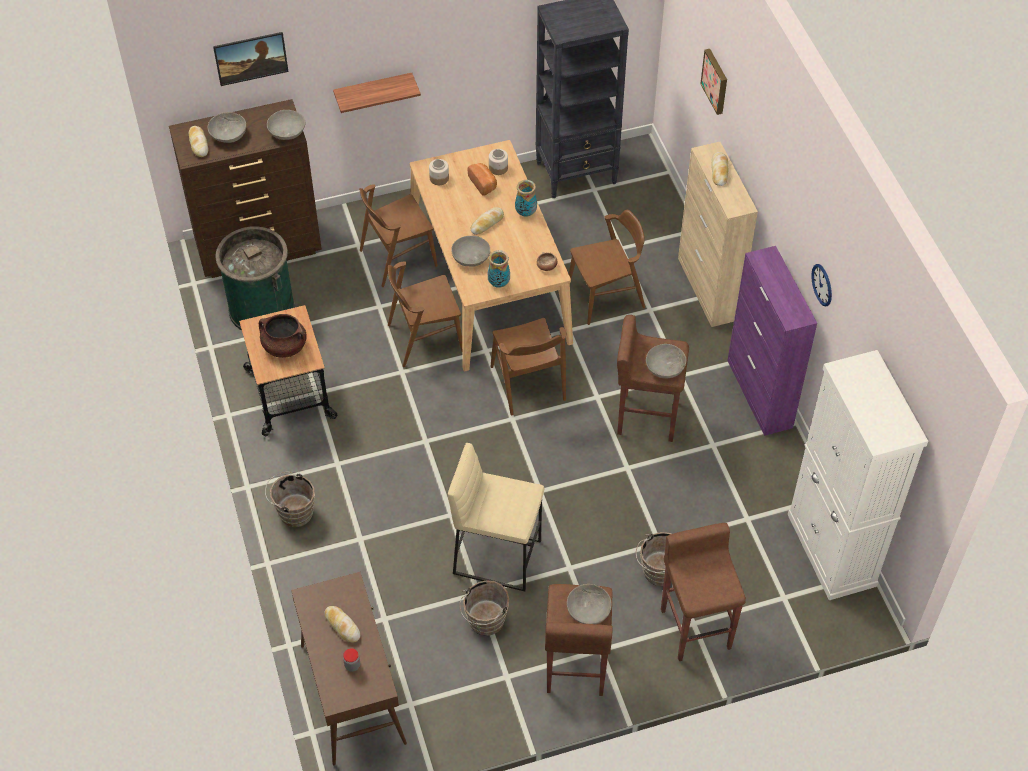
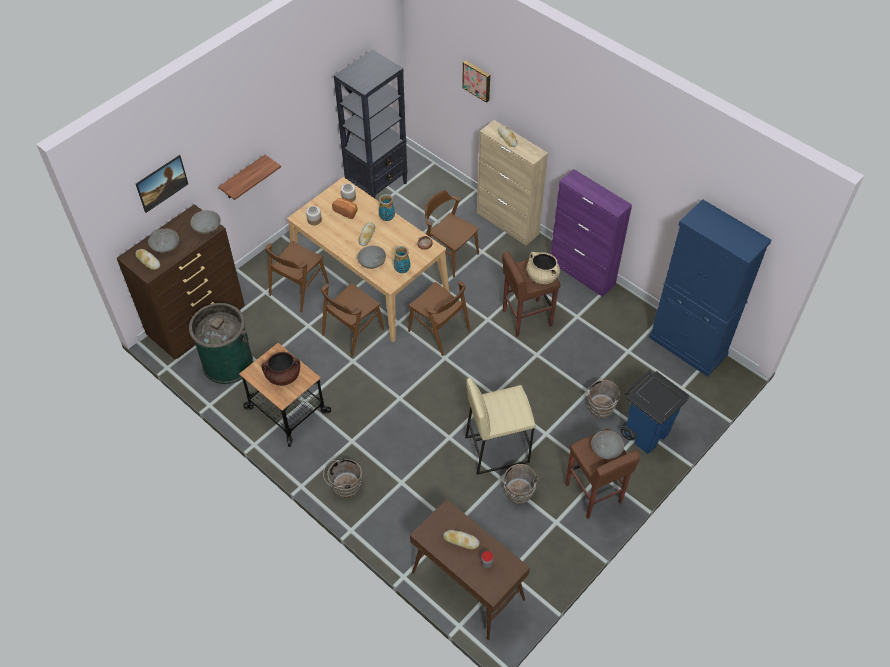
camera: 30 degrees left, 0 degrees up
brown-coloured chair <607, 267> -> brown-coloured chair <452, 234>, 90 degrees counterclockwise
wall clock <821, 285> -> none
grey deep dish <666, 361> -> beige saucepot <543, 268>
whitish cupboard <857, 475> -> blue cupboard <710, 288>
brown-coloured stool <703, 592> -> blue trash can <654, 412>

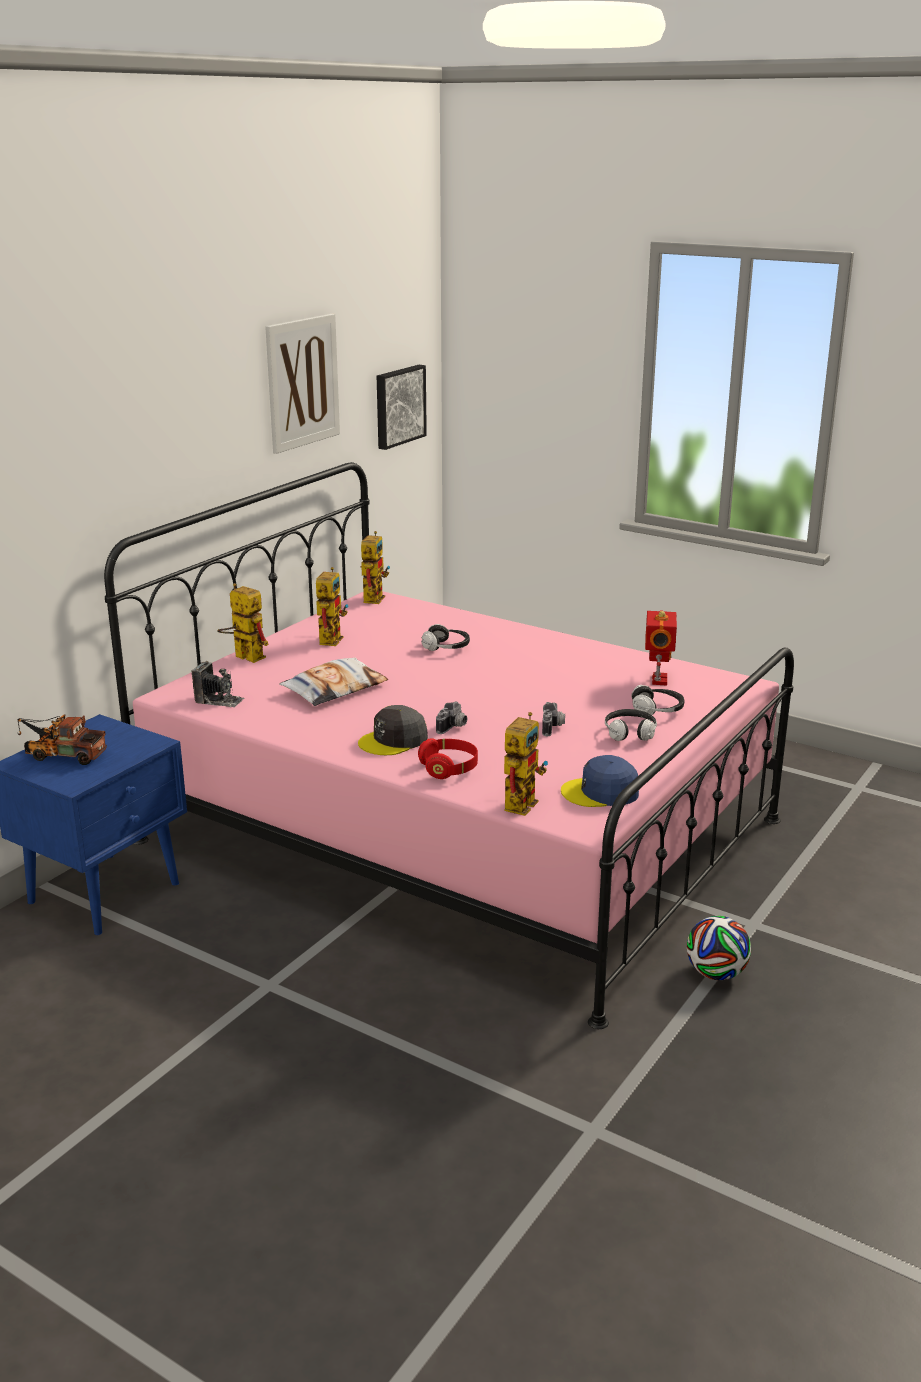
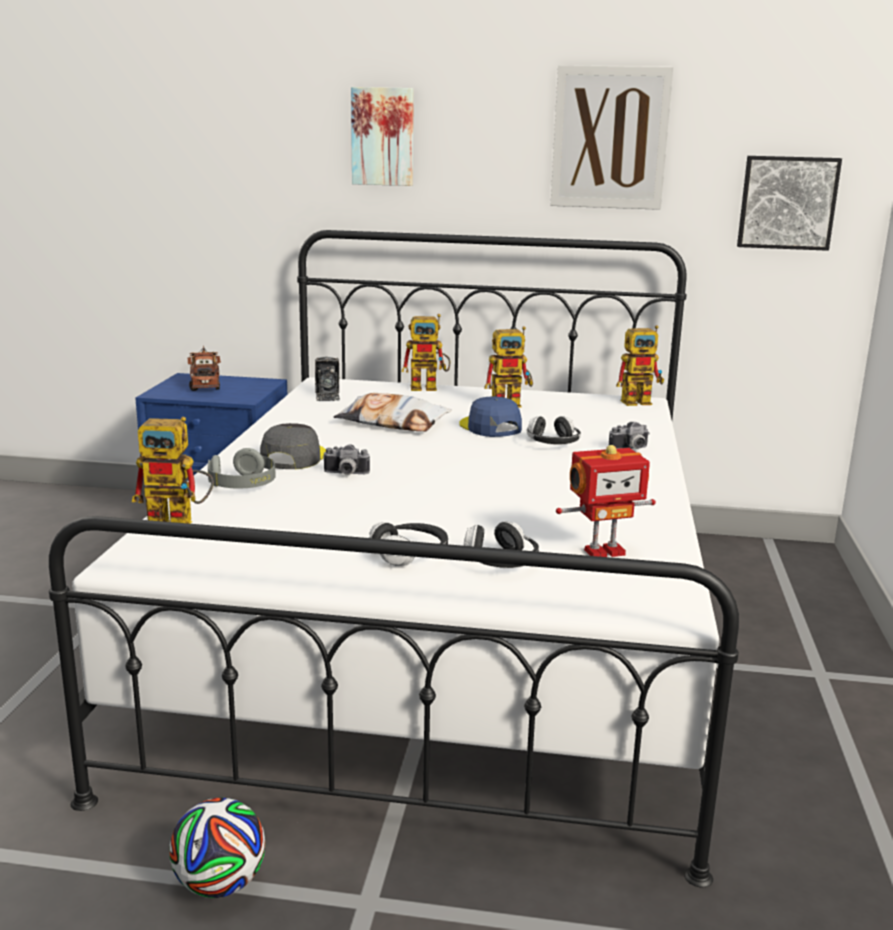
camera: 65 degrees right, 5 degrees down
pinkish bedroom bed <449, 745> -> whitish bedroom bed <394, 558>
toy robot <242, 623> -> toy robot <426, 352>, 75 degrees clockwise
photo camera <553, 719> -> photo camera <629, 435>, shifted
grey baseball cap <393, 730> -> grey baseball cap <293, 446>, 75 degrees clockwise
red pair of headphones <448, 758> -> grey pair of headphones <242, 468>
blue baseball cap <600, 781> -> blue baseball cap <490, 416>, shifted
none -> wall picture <382, 136>

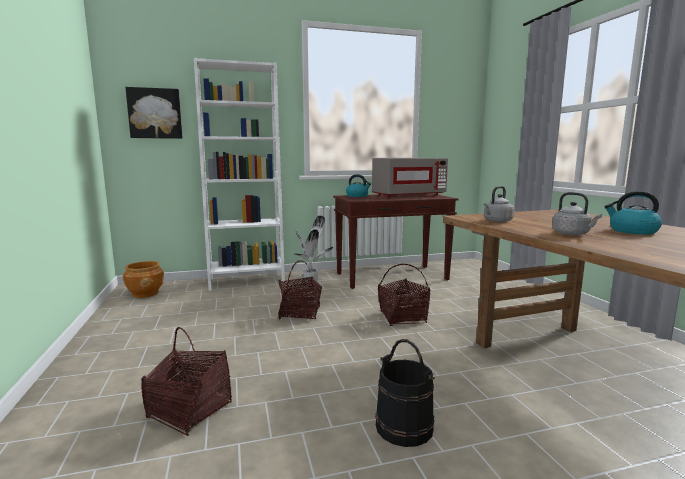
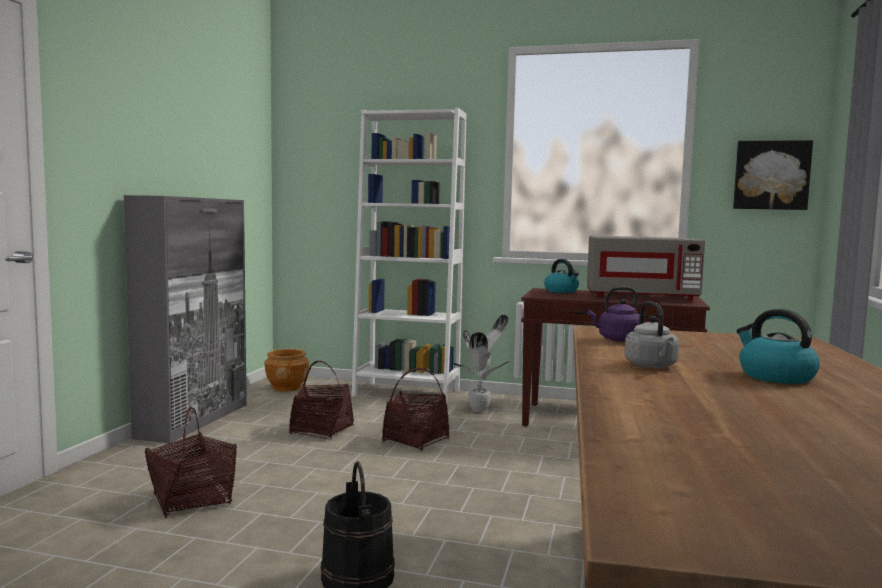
camera: 30 degrees right, 5 degrees down
wall picture <154, 113> -> wall picture <773, 175>, shifted
grey tea kettle <499, 204> -> purple tea kettle <613, 314>
household basket <404, 295> -> household basket <321, 400>, shifted
none -> grey cupboard <185, 319>

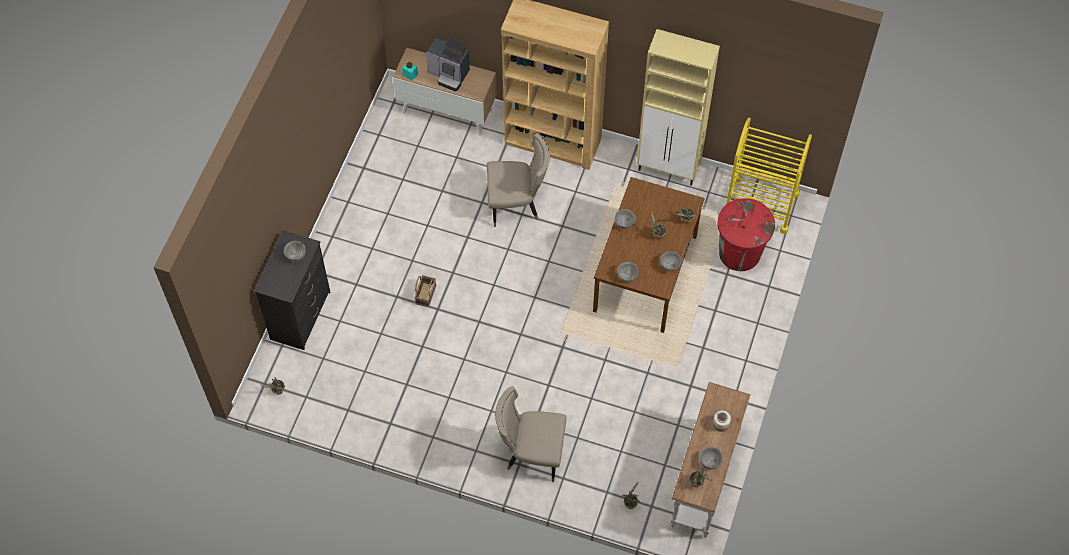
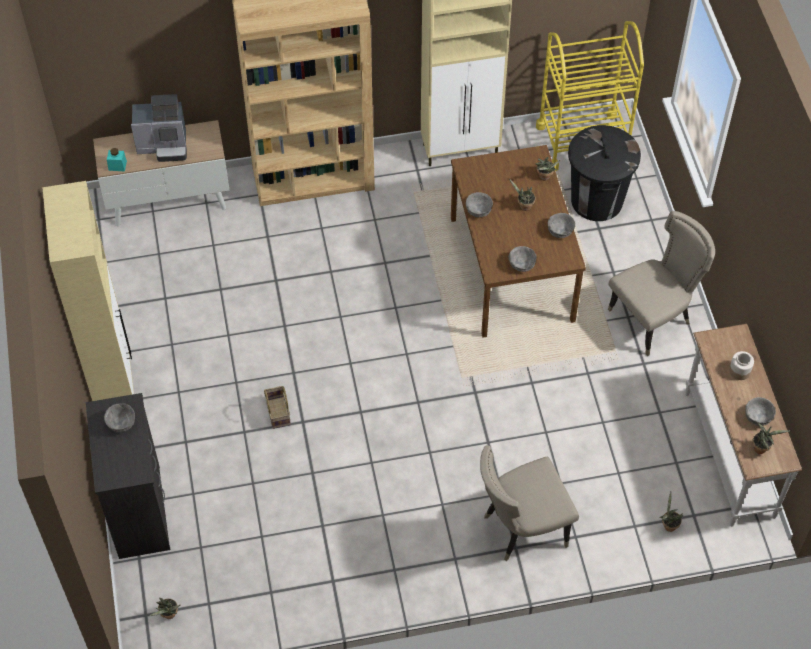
camera: 30 degrees left, 5 degrees down
beige chair <518, 180> -> beige chair <661, 283>, shifted
red trash can <746, 234> -> black trash can <604, 173>
none -> beige cupboard <88, 291>

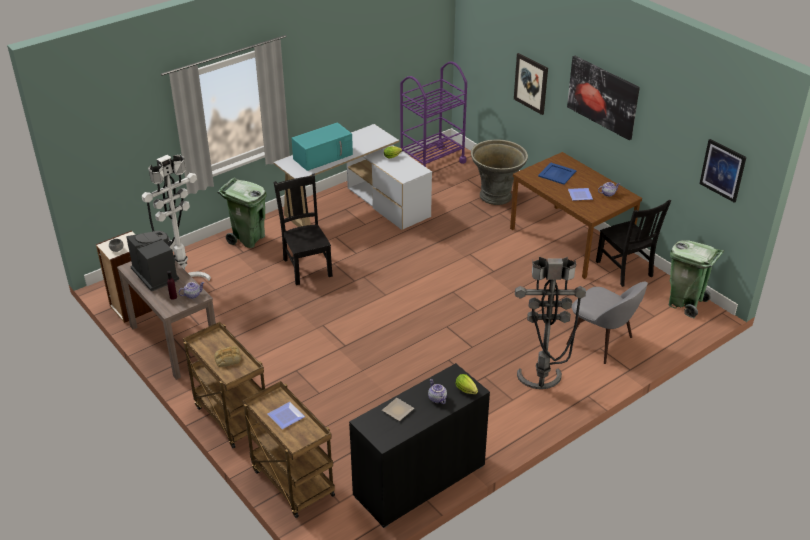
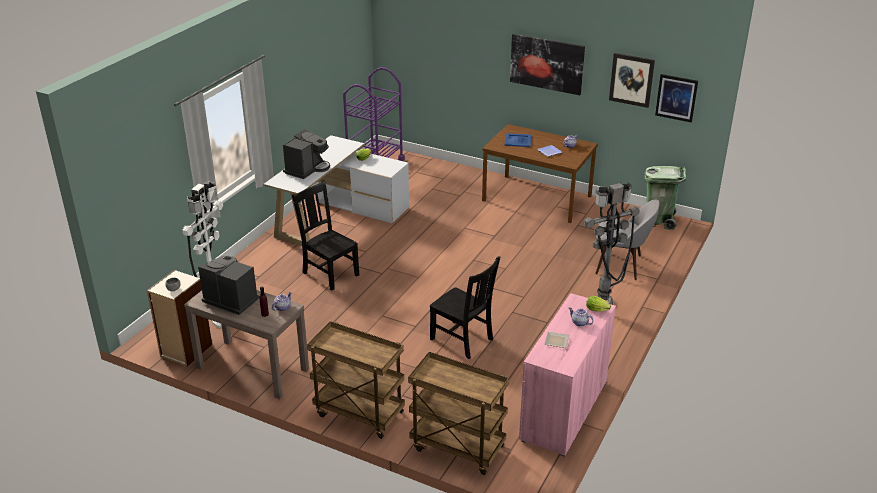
camera: 25 degrees left, 5 degrees down
wall picture <531, 84> -> wall picture <632, 80>, shifted
blue-green microwave oven <322, 146> -> coffee brewer <306, 154>
grey planter <499, 172> -> none
green trash can <242, 213> -> none
black chair <633, 243> -> black chair <465, 307>, shifted
baked bread <228, 356> -> none
black cupboard <419, 445> -> pinkish cupboard <567, 375>
flat dish <286, 415> -> none

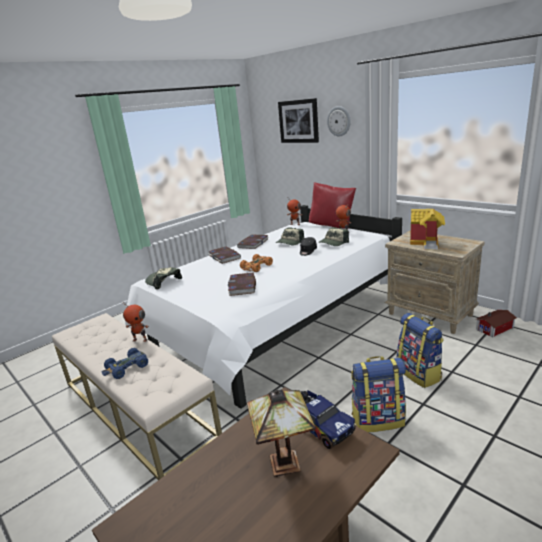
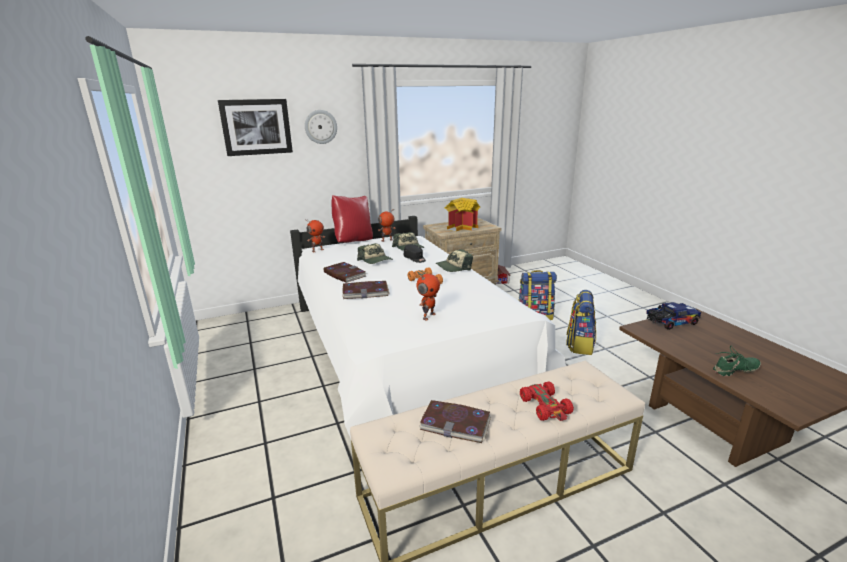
camera: 70 degrees left, 0 degrees up
baseball cap <163, 278> -> baseball cap <454, 260>, shifted
bound book <242, 284> -> bound book <455, 421>, shifted
toy robot <136, 322> -> toy robot <428, 297>, shifted
blue toy car <125, 363> -> red toy car <547, 401>
tabletop lamp <281, 433> -> none
none -> green item of footwear <737, 361>

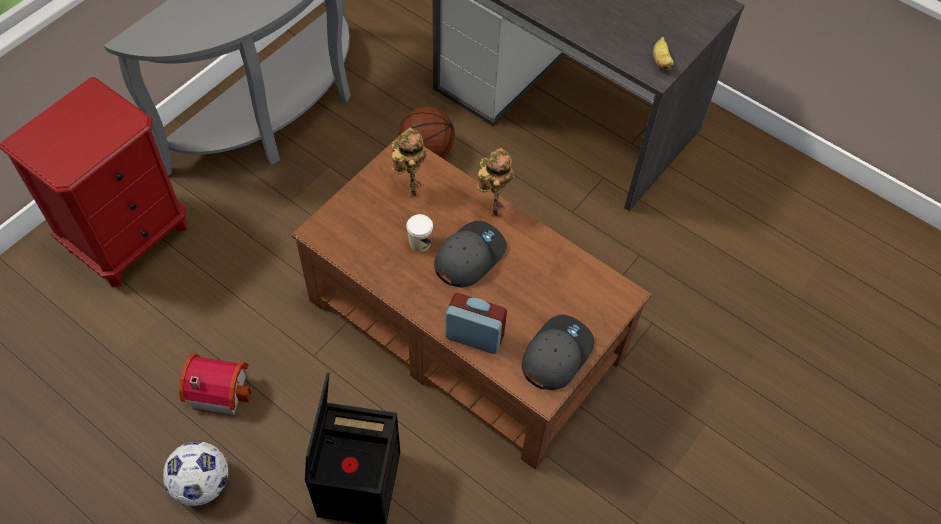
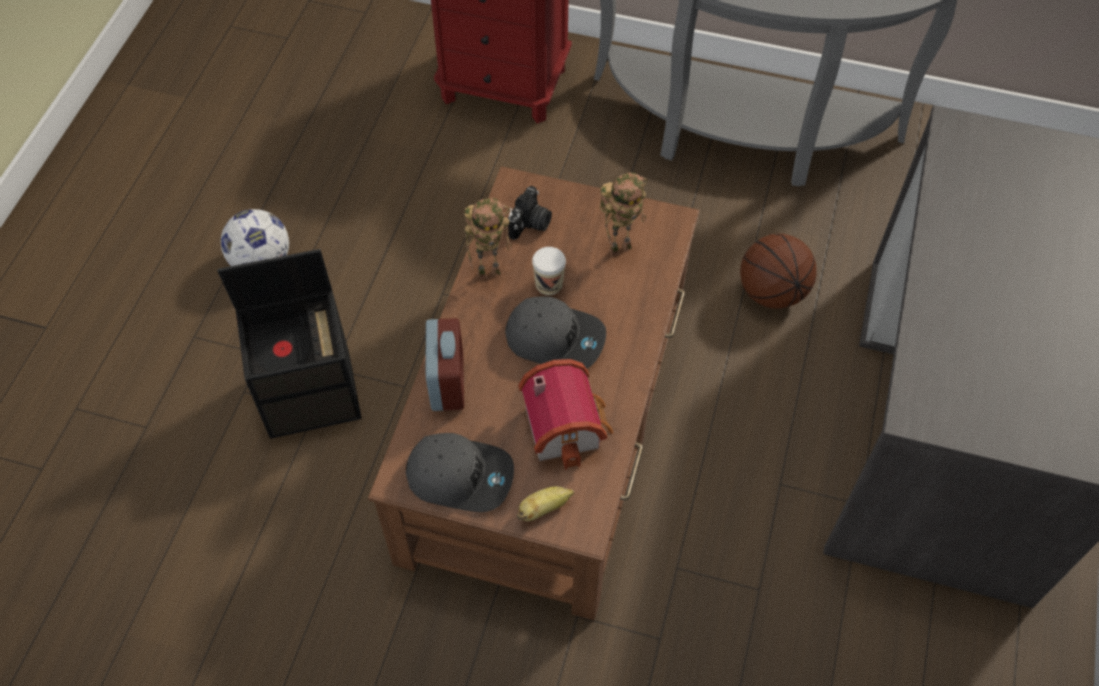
camera: 70 degrees right, 0 degrees up
banana <663, 54> -> banana <545, 503>, shifted
toy robot <495, 182> -> toy robot <488, 238>, shifted
toy house <215, 384> -> toy house <565, 414>, shifted
none -> photo camera <530, 213>

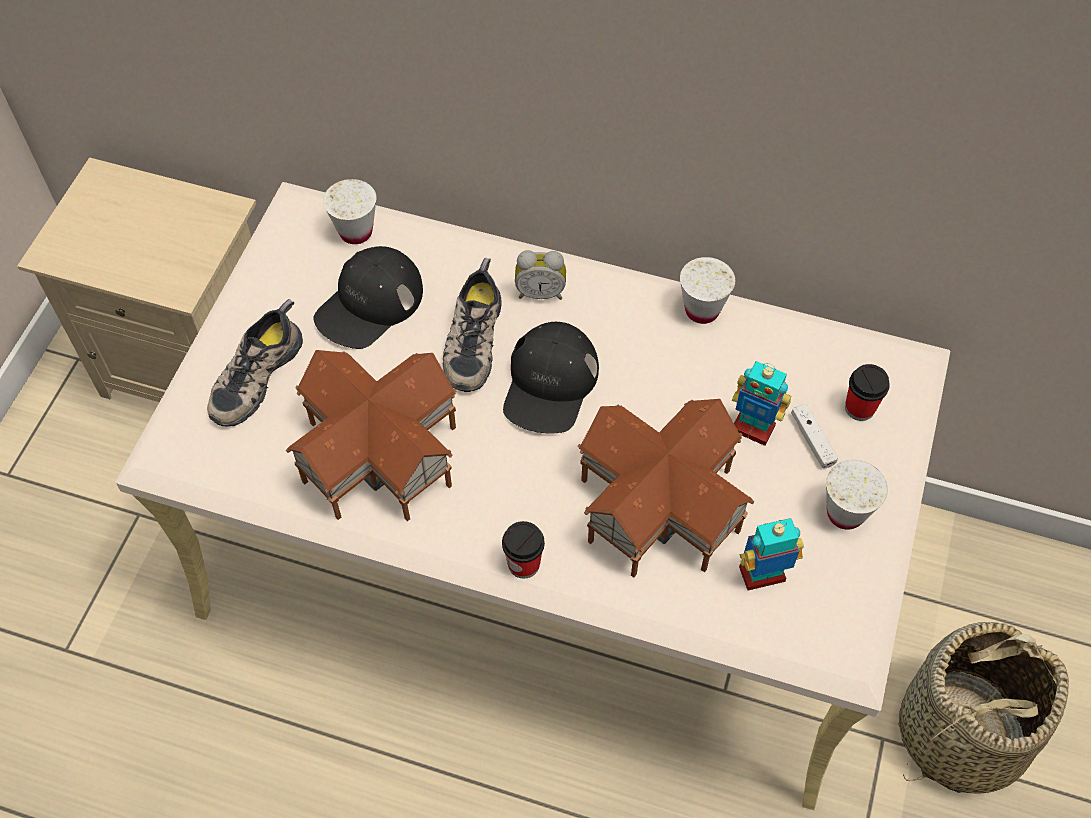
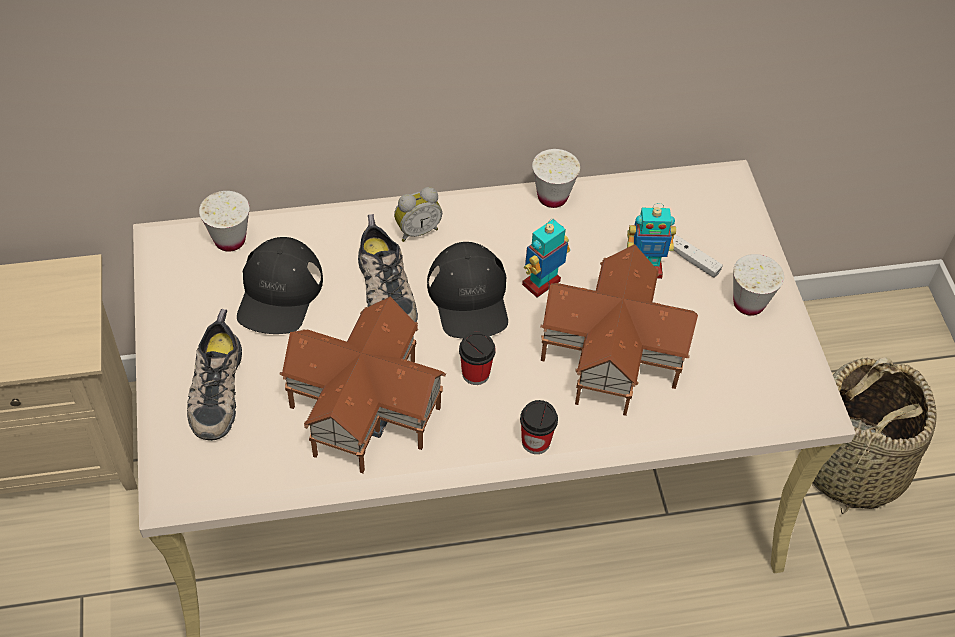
camera: 30 degrees left, 5 degrees down
cup <867, 392> -> cup <477, 358>, shifted
toy robot <771, 554> -> toy robot <546, 258>, shifted

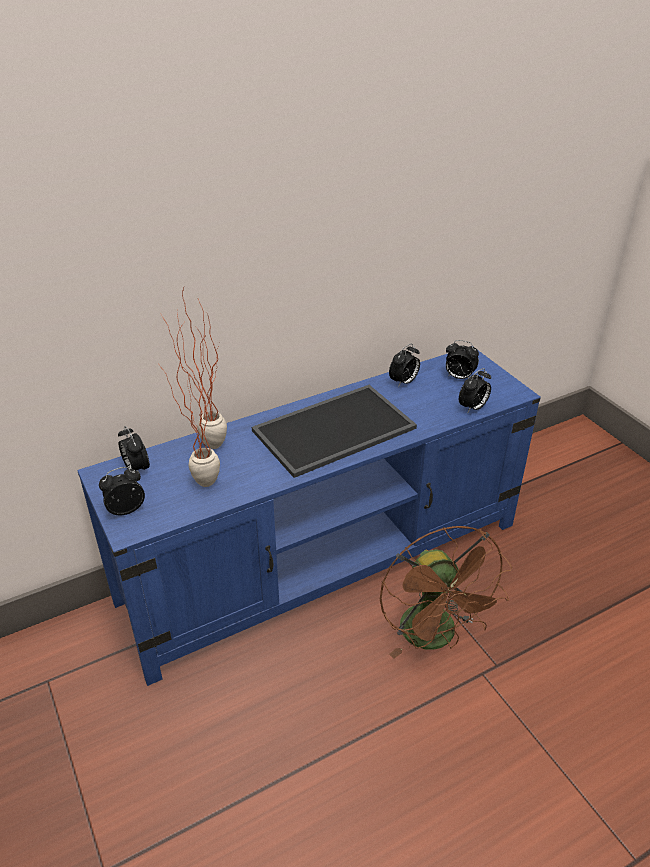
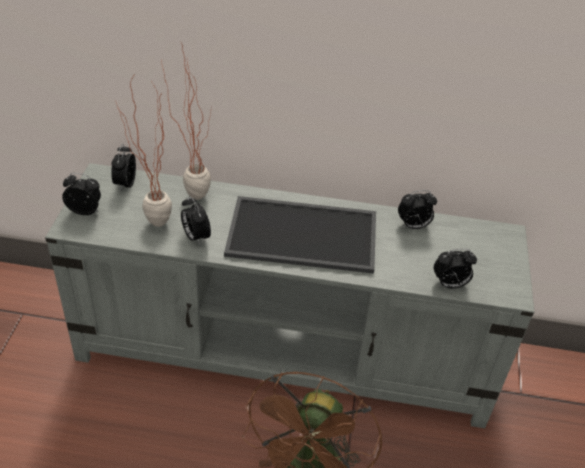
camera: 35 degrees right, 5 degrees up
alarm clock <462, 359> -> alarm clock <196, 220>, shifted
blue media console <309, 518> -> grey media console <289, 295>

